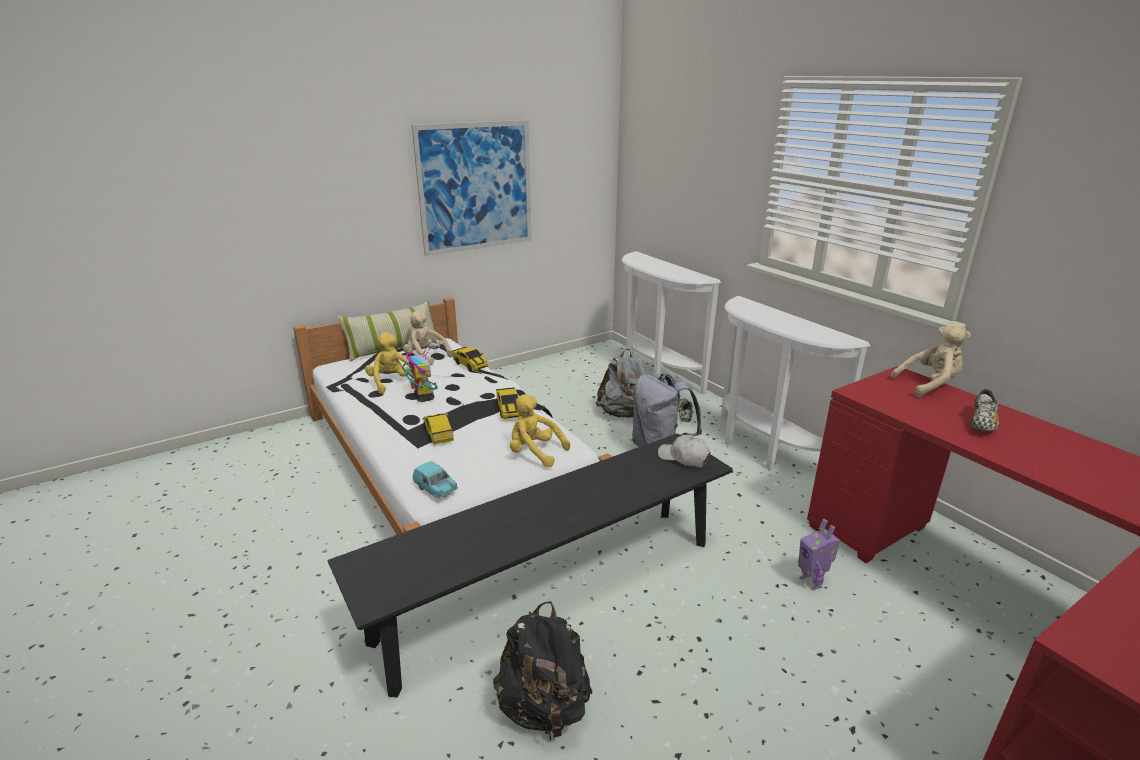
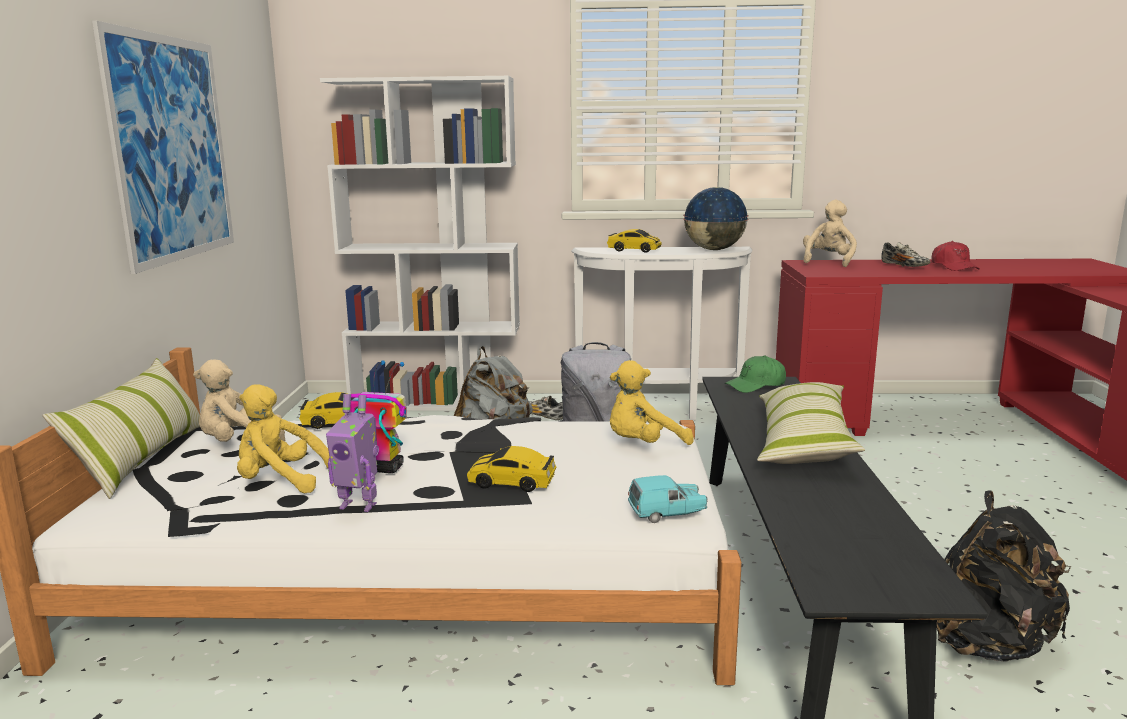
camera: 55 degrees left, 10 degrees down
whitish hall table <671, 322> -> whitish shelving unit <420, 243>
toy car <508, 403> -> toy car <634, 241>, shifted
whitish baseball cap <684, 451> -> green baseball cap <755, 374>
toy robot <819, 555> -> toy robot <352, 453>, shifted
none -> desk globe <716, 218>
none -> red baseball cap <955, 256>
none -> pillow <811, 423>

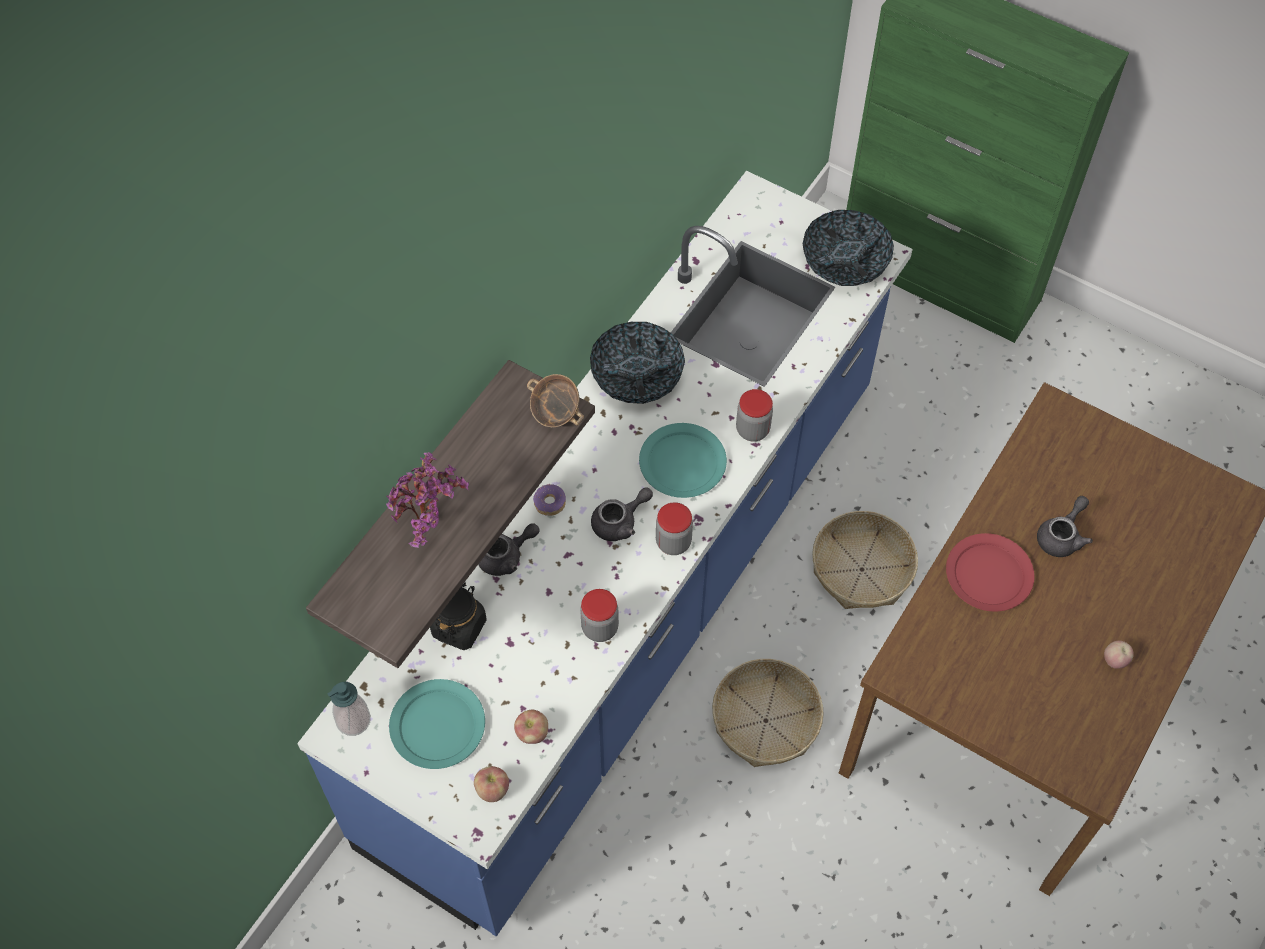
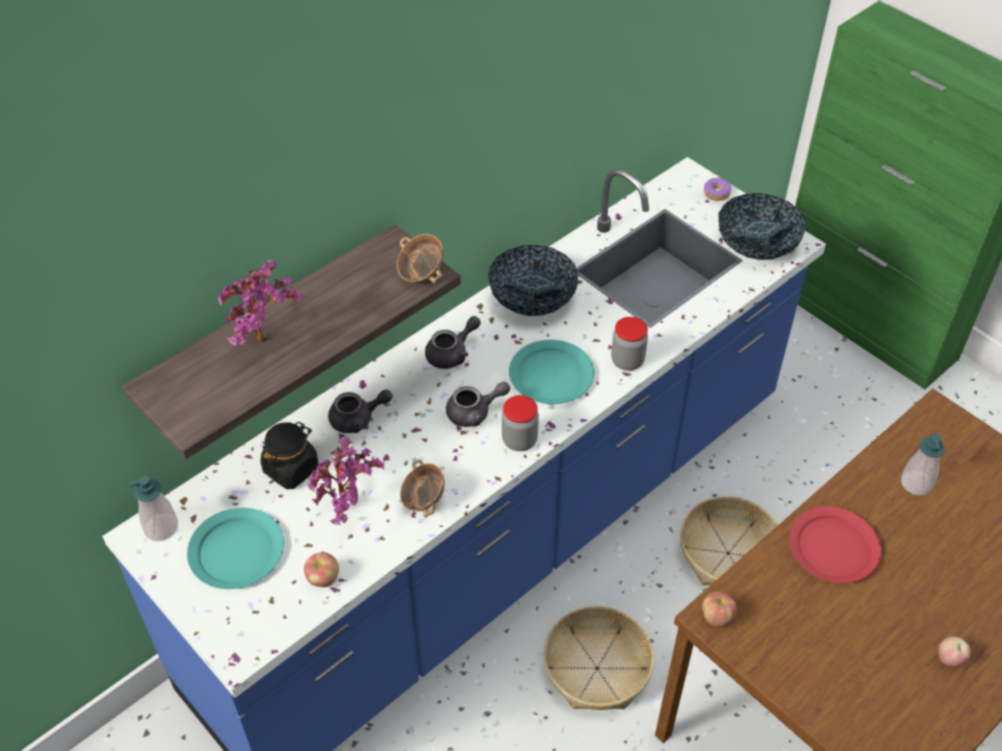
camera: 15 degrees right, 10 degrees down
doughnut <549, 500> -> doughnut <718, 189>, shifted
grey pot for tea <1065, 526> -> grey pot for tea <453, 342>, shifted
jar <599, 615> -> deep dish <422, 489>
apple <491, 784> -> apple <719, 609>, shifted
none -> soap dispenser <923, 465>
none -> potted plant <346, 480>

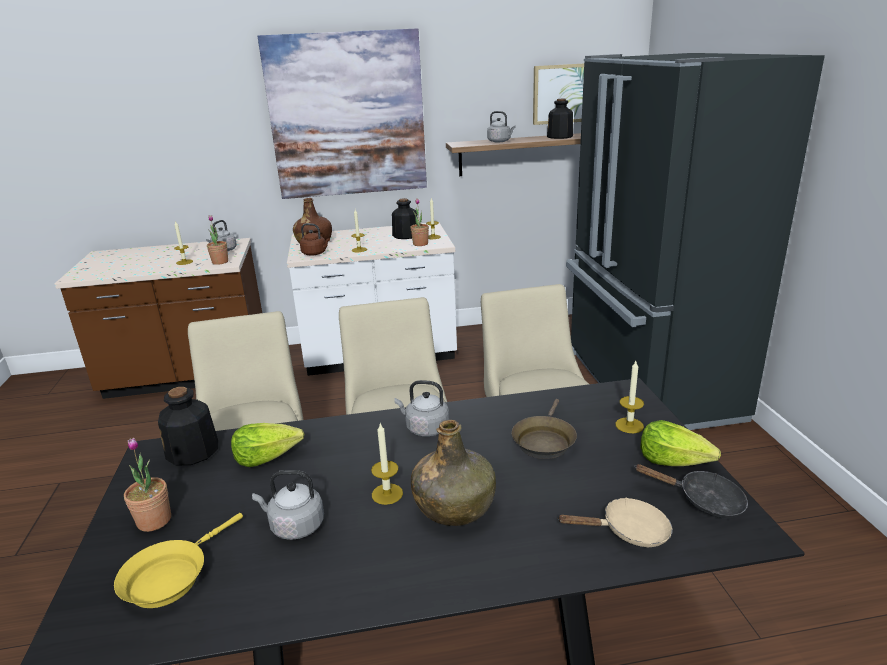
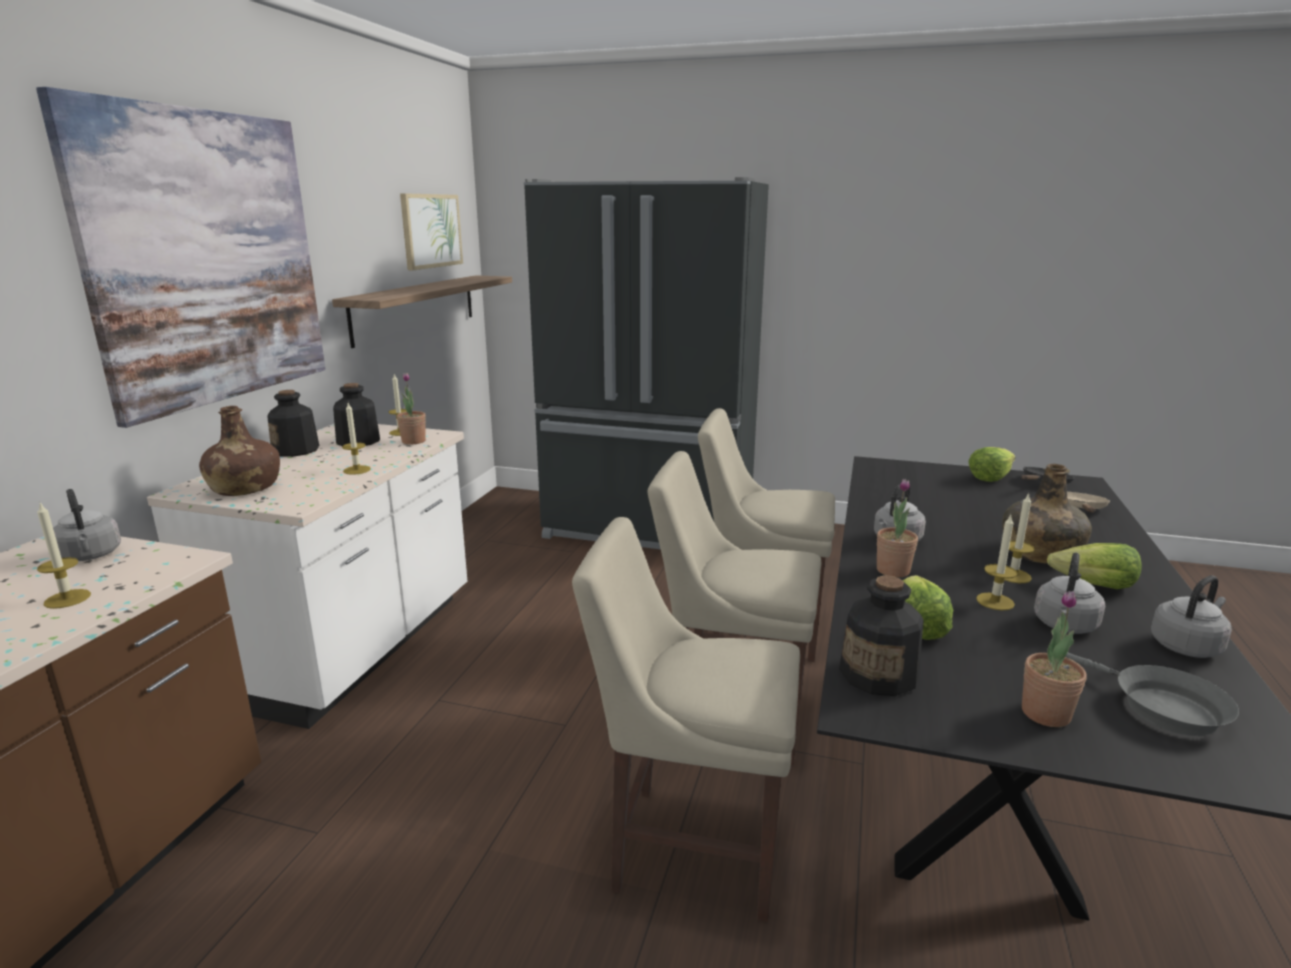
camera: 65 degrees left, 5 degrees down
drink bottle <560, 119> -> drink bottle <293, 423>, shifted
grey tea kettle <501, 127> -> grey tea kettle <1191, 616>, shifted
potted plant <217, 240> -> potted plant <897, 528>, shifted
brown-coloured tea kettle <315, 239> -> none
wax light <629, 397> -> wax light <997, 562>, shifted
brown-coloured pan <544, 429> -> none
yellow pan <178, 560> -> grey pan <1143, 692>
none -> lettuce <1094, 566>

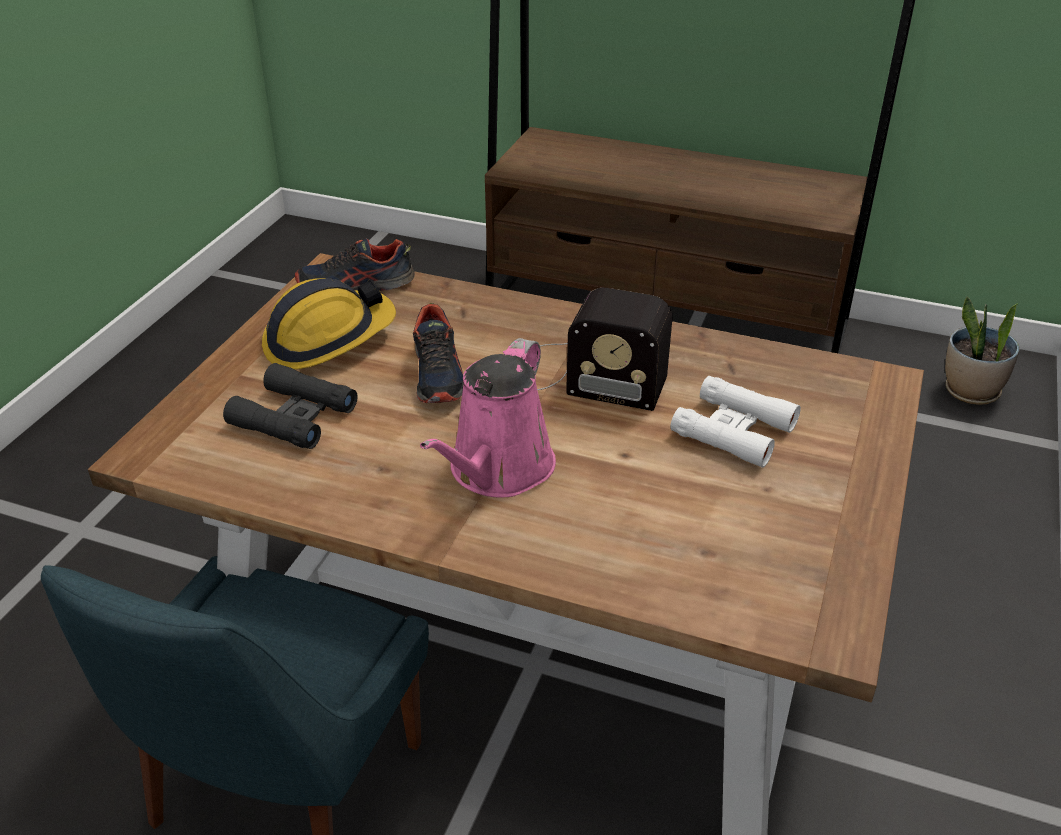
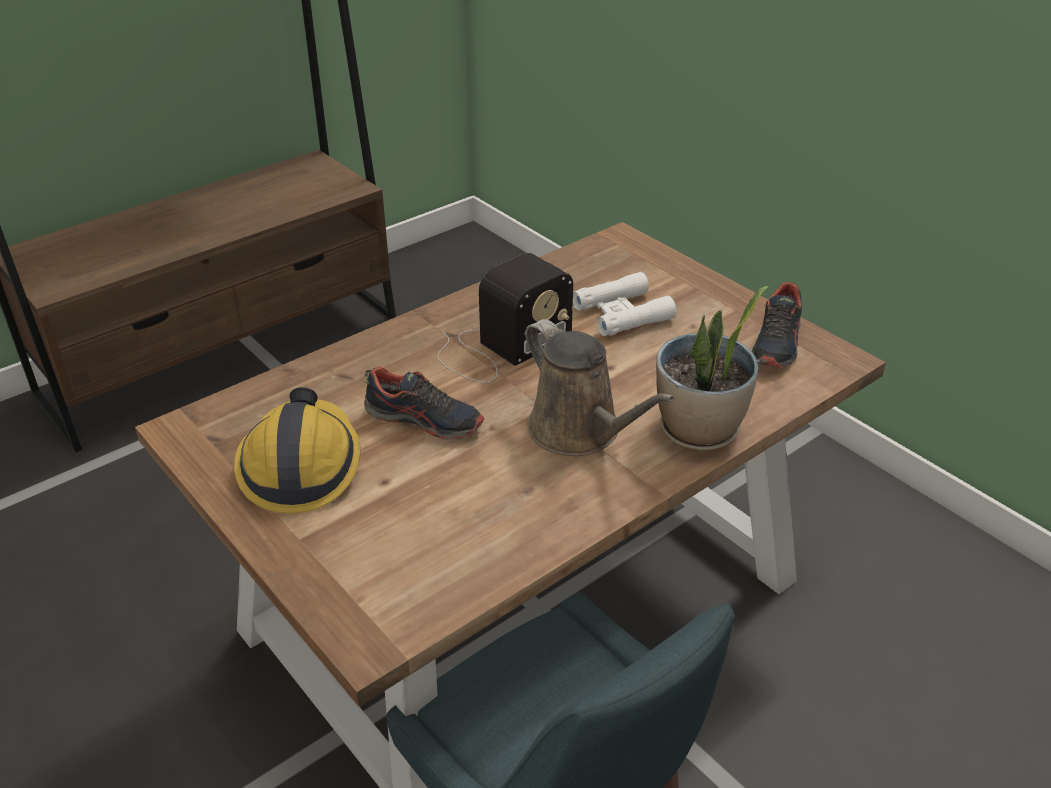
camera: 60 degrees left, 0 degrees up
item of footwear <355, 264> -> item of footwear <777, 325>, shifted
potted plant <982, 351> -> potted plant <712, 368>, shifted
pinkish sprinkling can <488, 418> -> brown-coloured sprinkling can <600, 387>
black pair of binoculars <290, 406> -> none

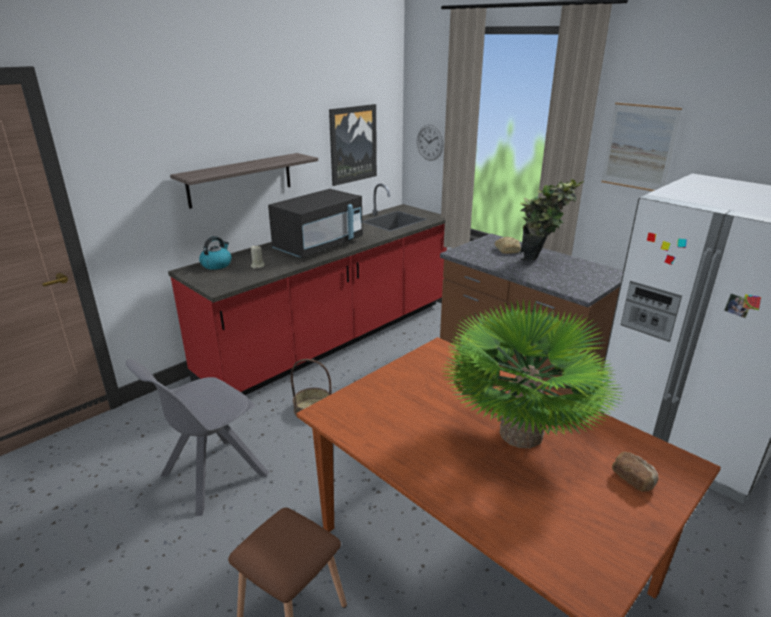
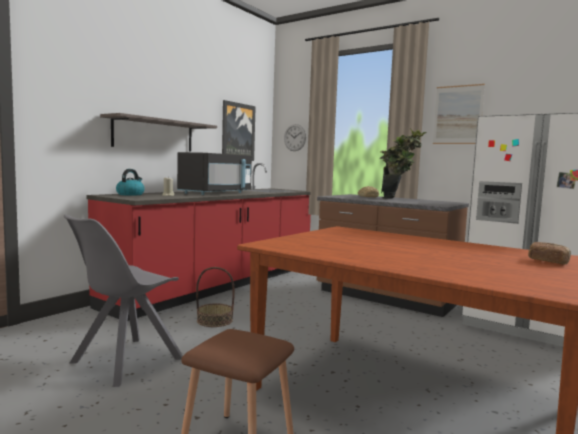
camera: 10 degrees left, 20 degrees down
potted plant <533, 374> -> none

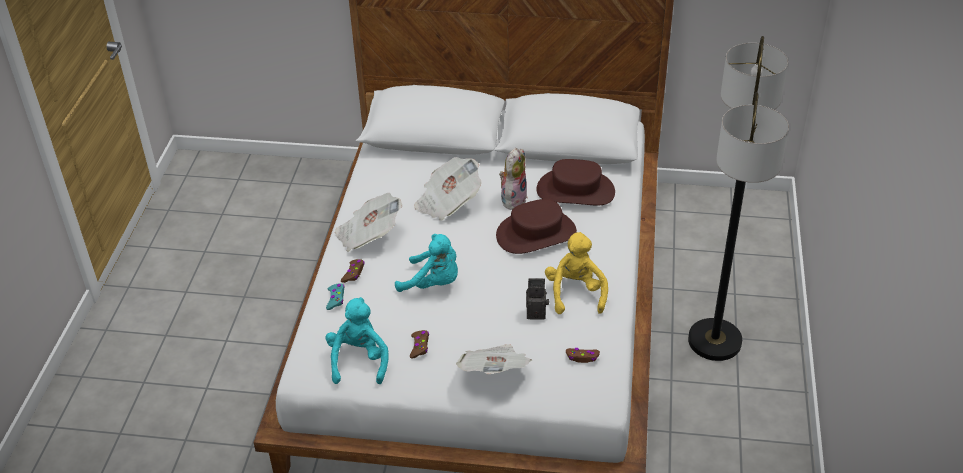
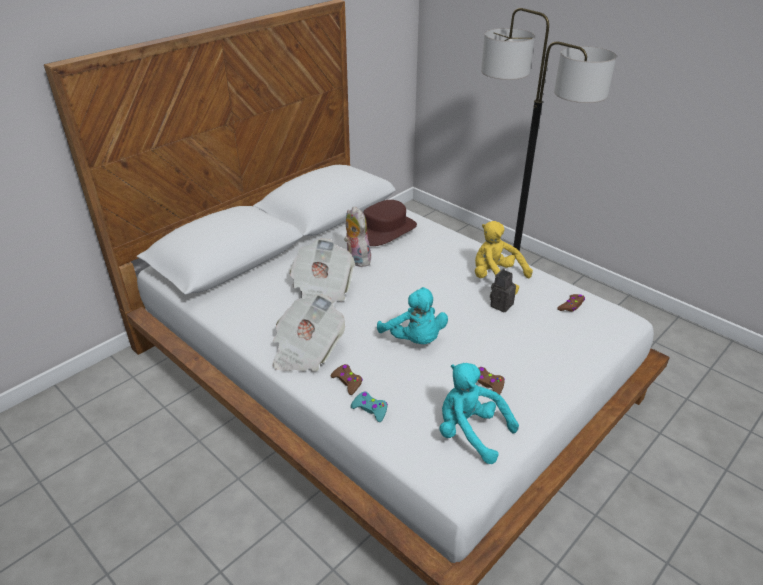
camera: 55 degrees left, 5 degrees down
brown-coloured clothing hat <536, 226> -> none
blue-green cuddly toy <426, 263> -> blue-green cuddly toy <412, 315>, 90 degrees clockwise
newspaper <494, 359> -> none

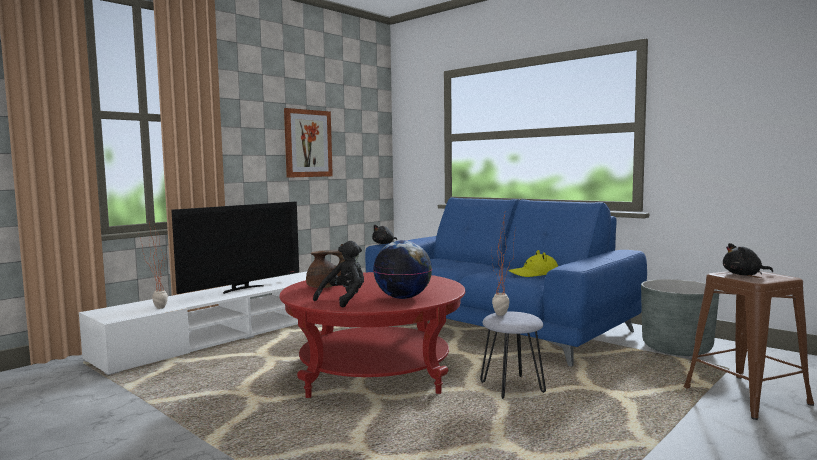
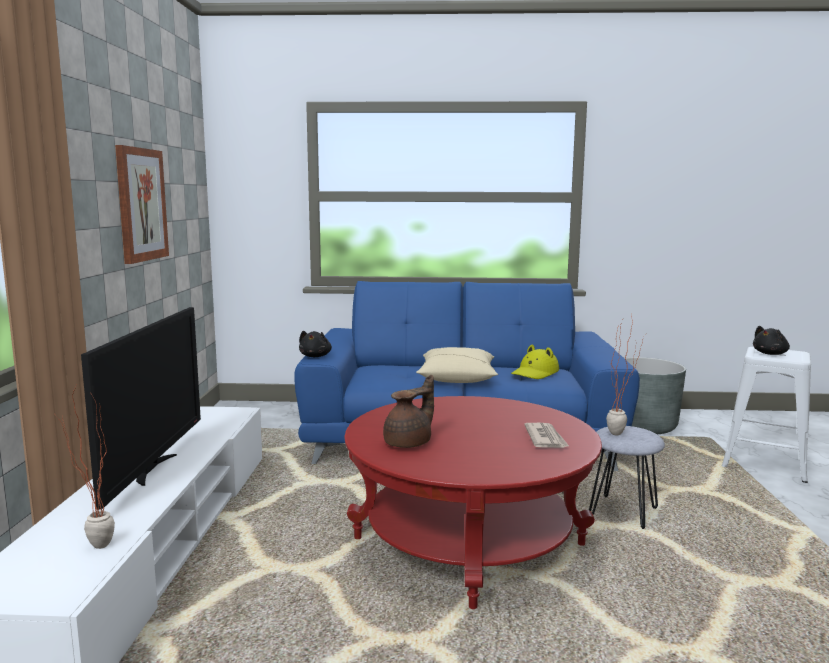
camera: 40 degrees left, 5 degrees up
desk globe <402, 269> -> newspaper <547, 435>
black cuddly toy <338, 274> -> none
brown-coloured stool <749, 345> -> whitish stool <766, 415>
none -> beige pillow <457, 365>

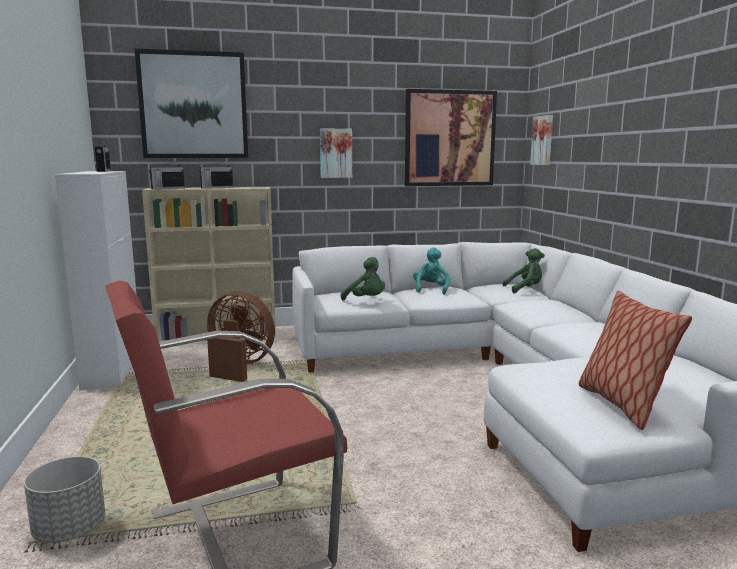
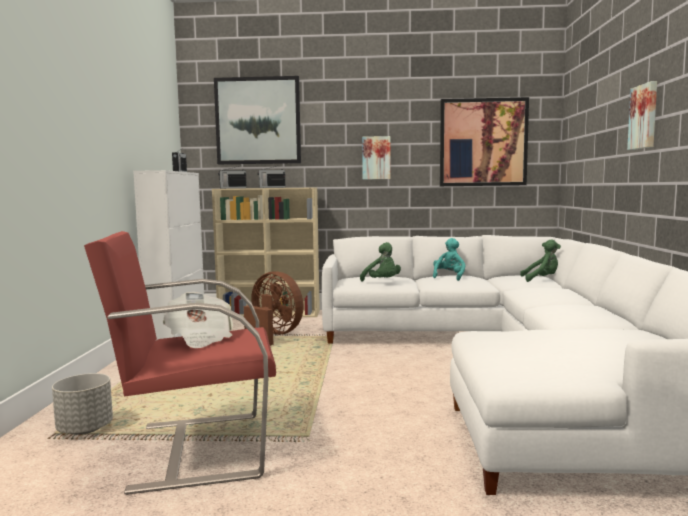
camera: 15 degrees right, 5 degrees down
wall picture <541, 140> -> wall picture <642, 115>, shifted
pillow <635, 360> -> none
none -> newspaper <198, 320>

